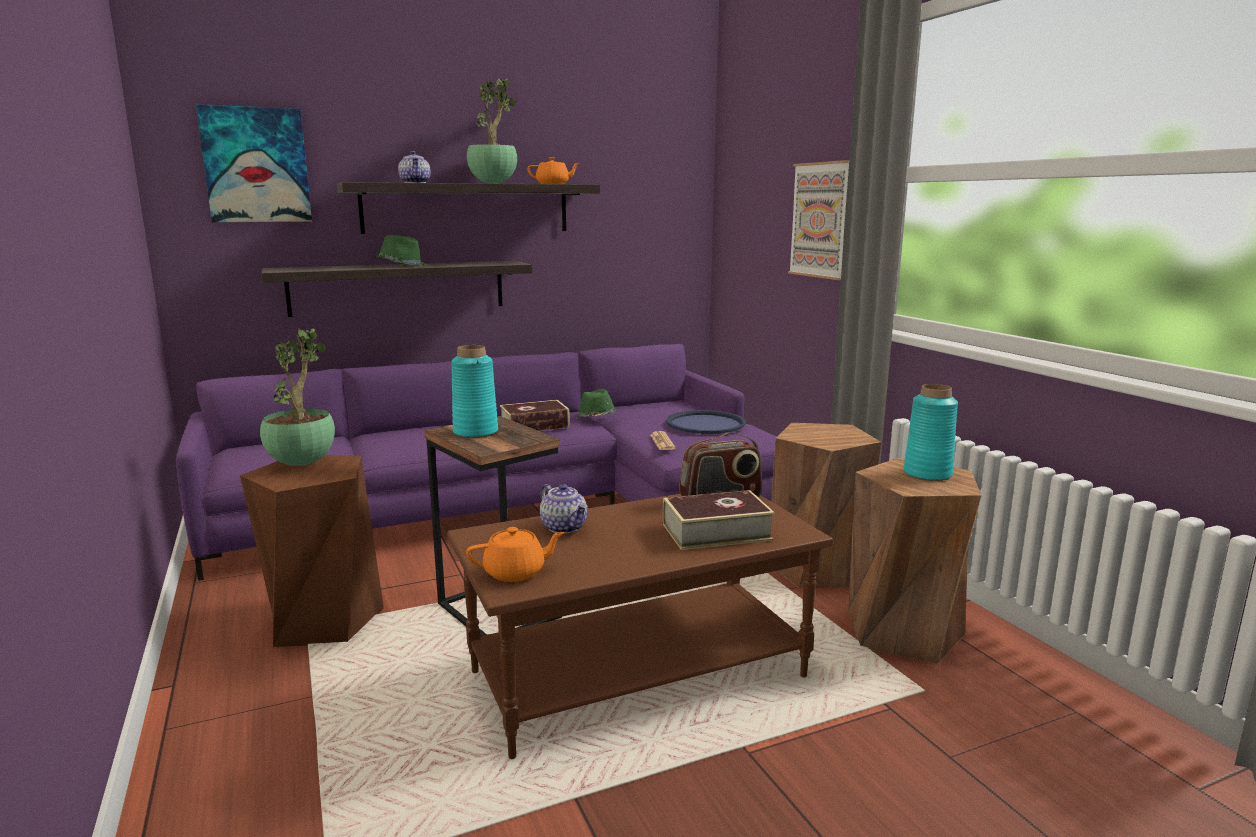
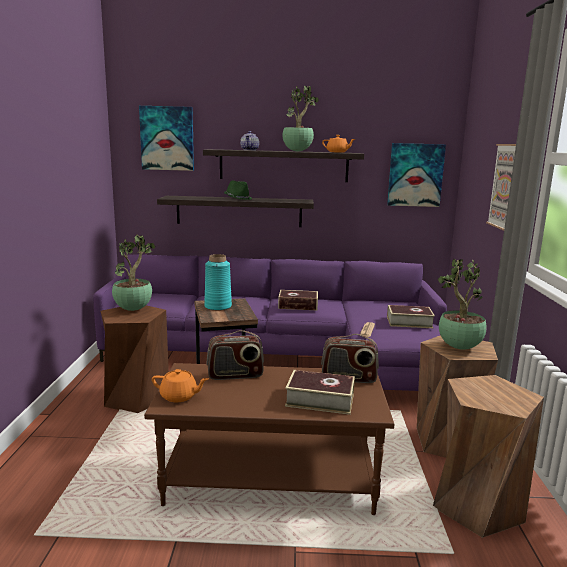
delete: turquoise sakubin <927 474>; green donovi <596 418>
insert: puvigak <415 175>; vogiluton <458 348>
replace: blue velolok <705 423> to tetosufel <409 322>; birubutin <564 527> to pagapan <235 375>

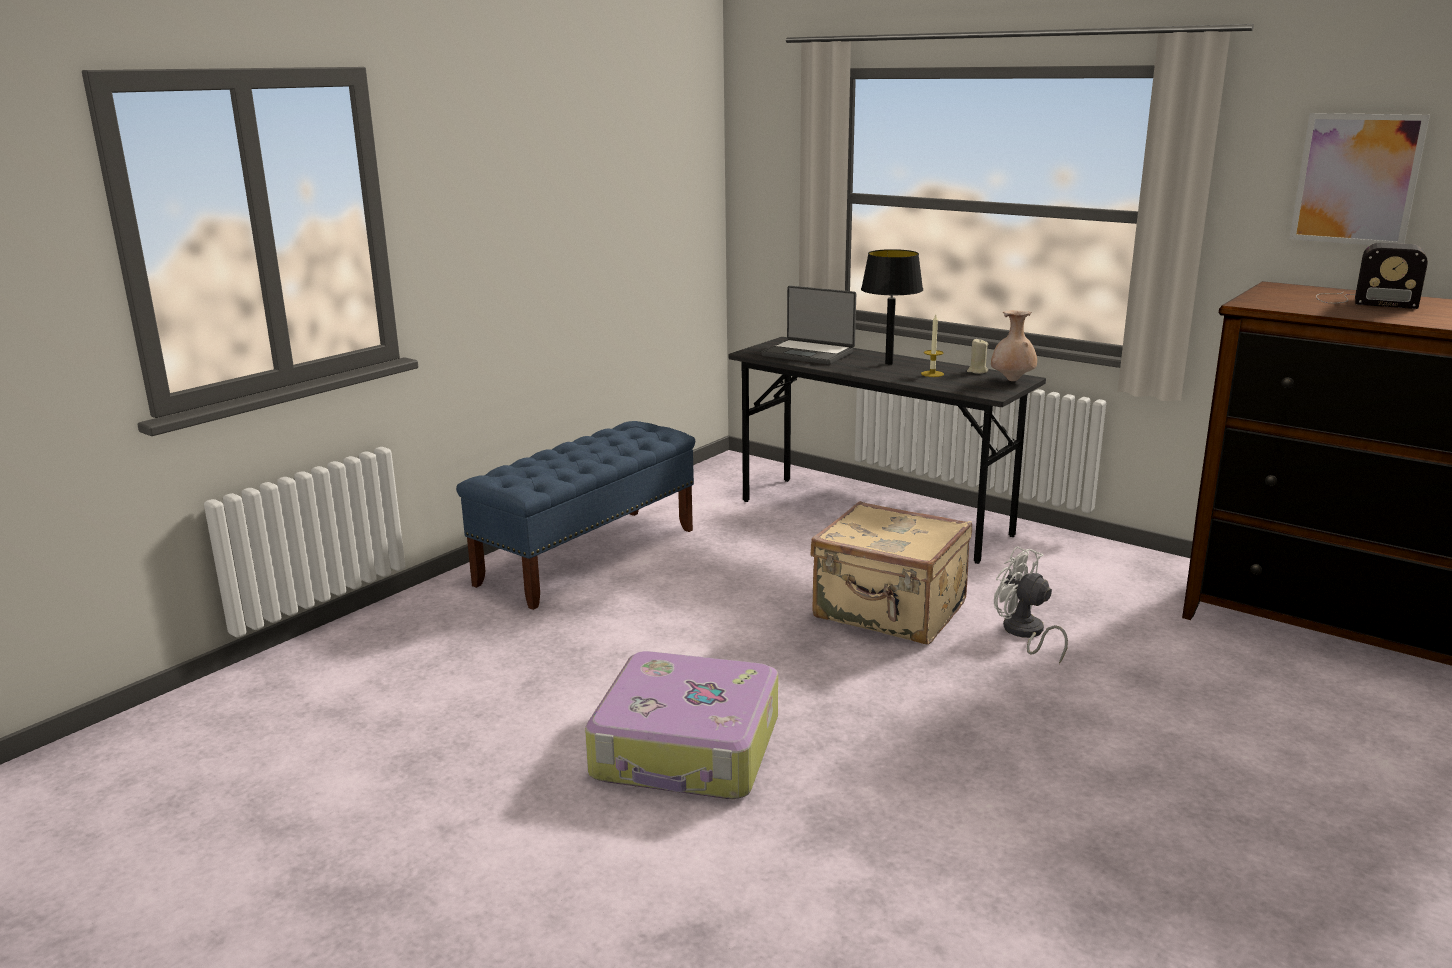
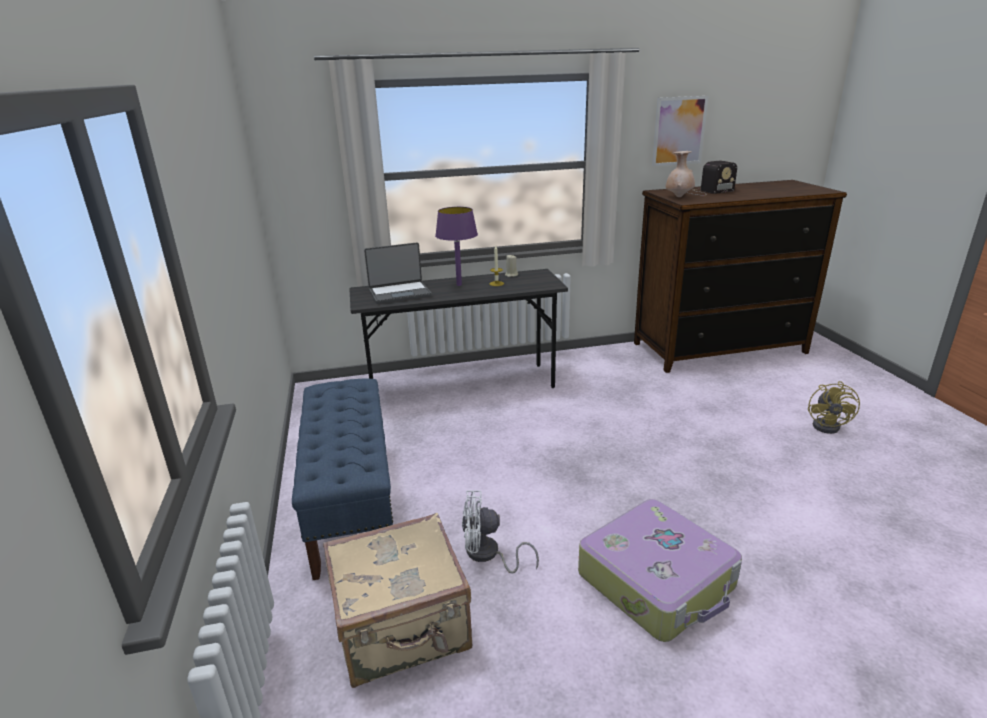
insert: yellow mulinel <829 426>
move: beige sakubin <1012 380> to <678 197>; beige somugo <889 612> to <403 629>; white mulinel <1024 633> to <488 555>
recolor: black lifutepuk <889 363> to purple lifutepuk <459 285>

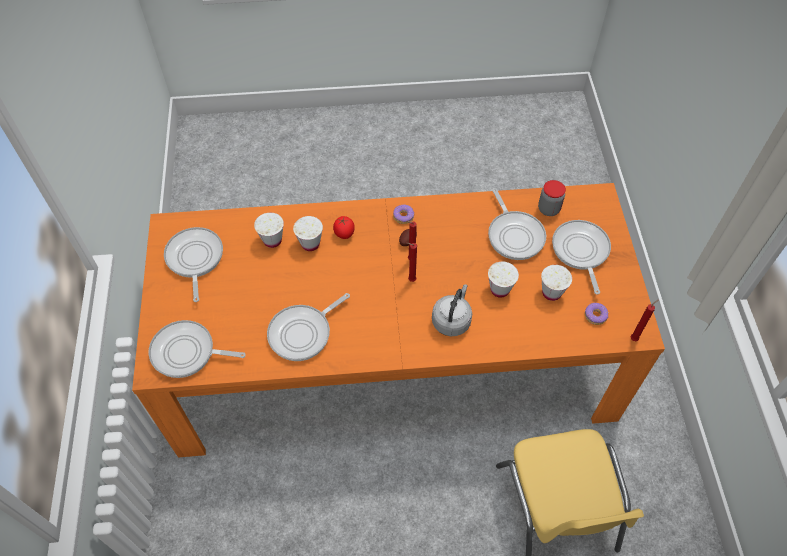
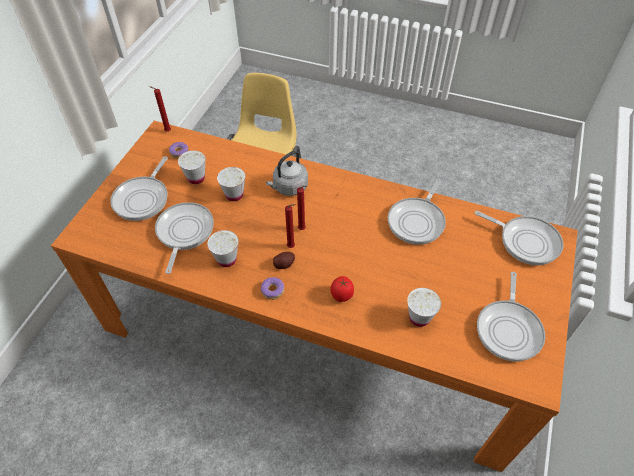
delete: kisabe <548 209>
move: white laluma <310 244> to <226 259>
rotate: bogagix <303 333> = <417 221> 135 degrees clockwise

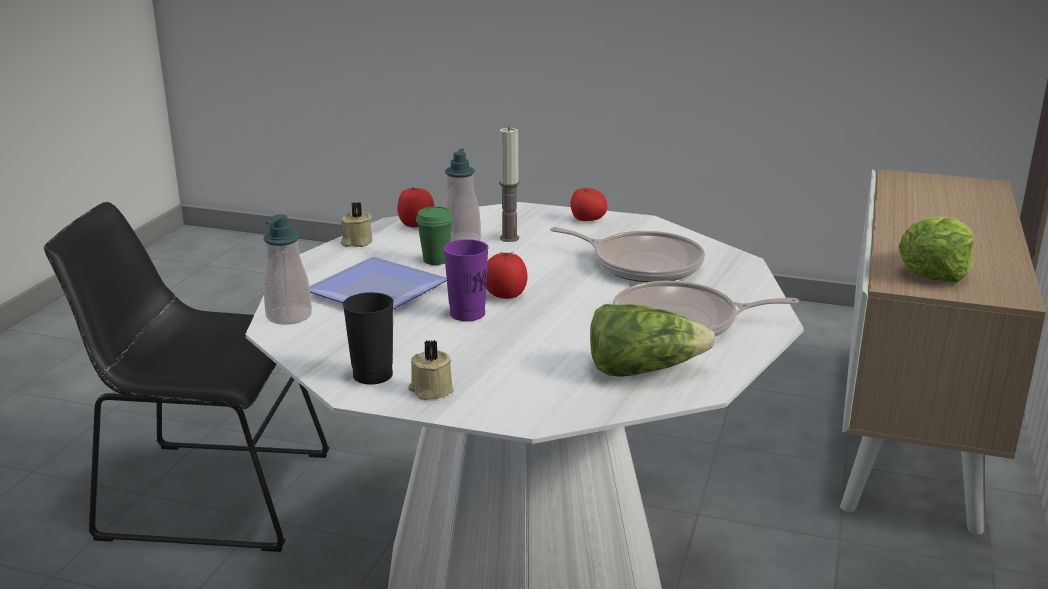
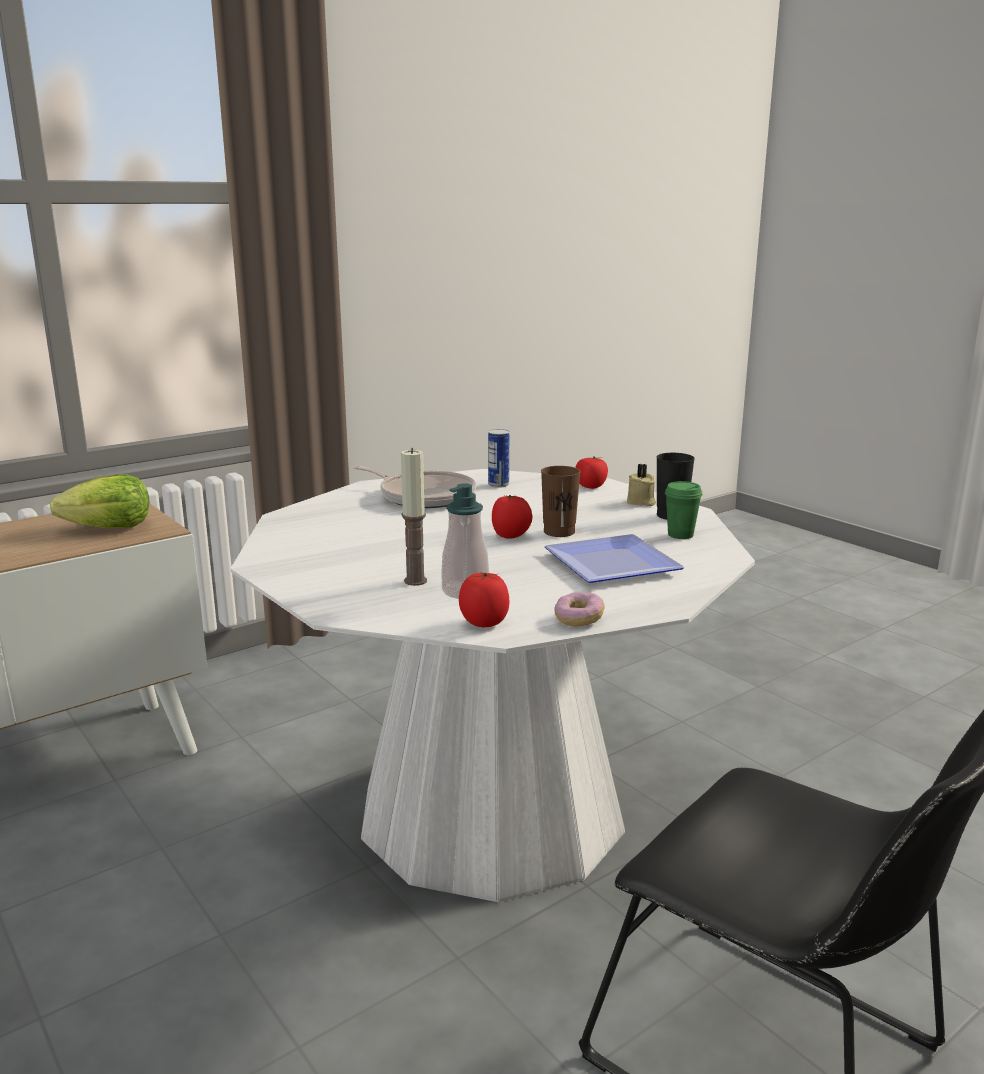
delete: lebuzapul <289 316>; bogagix <642 264>
move: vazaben <587 219> to <590 486>; green laluma <436 260> to <680 535>
replace: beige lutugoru <356 242> to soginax <579 619>; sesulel <643 370> to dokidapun <498 485>
recolor: purple laluma <467 314> to brown laluma <559 532>

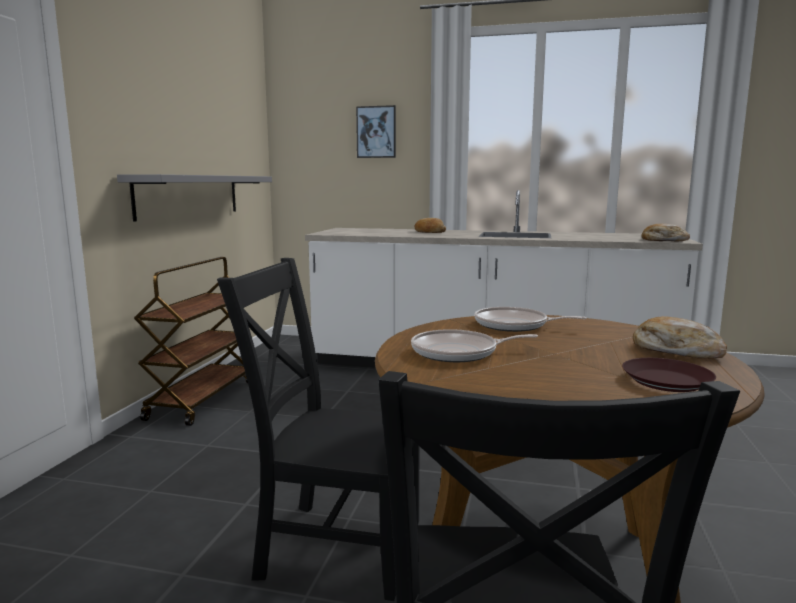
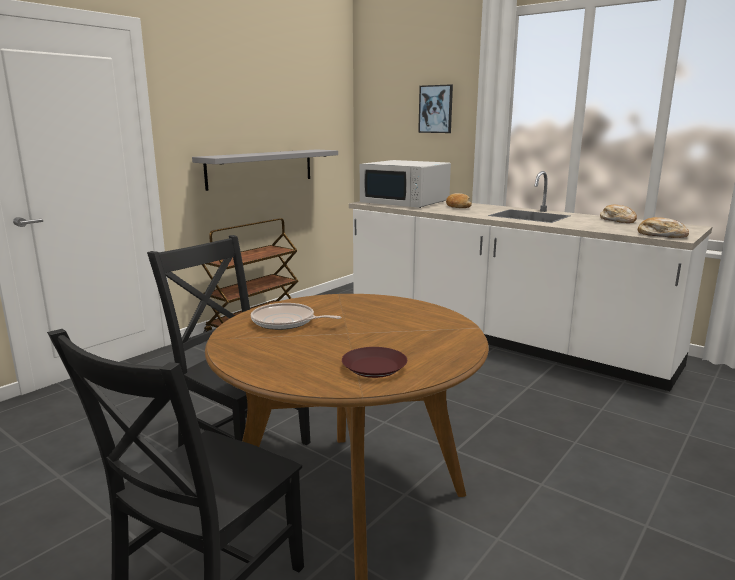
delete: bogagix <514 325>
insert: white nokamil <405 202>
move: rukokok <675 350> to <618 220>

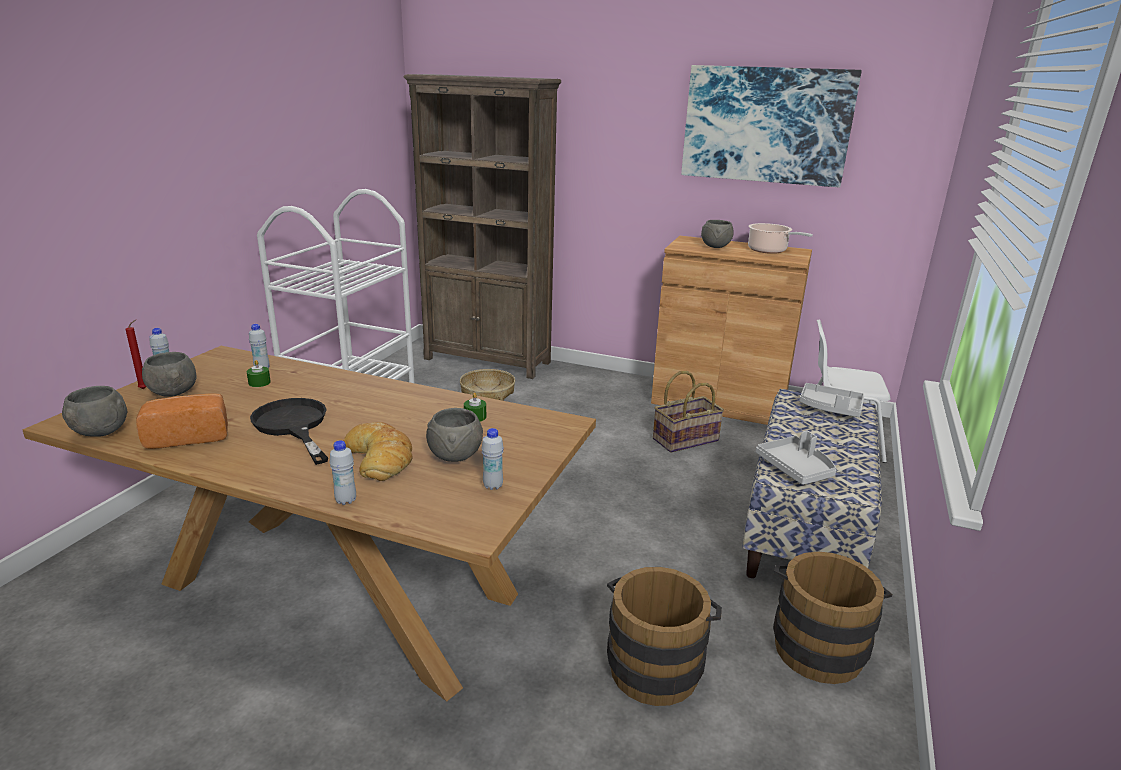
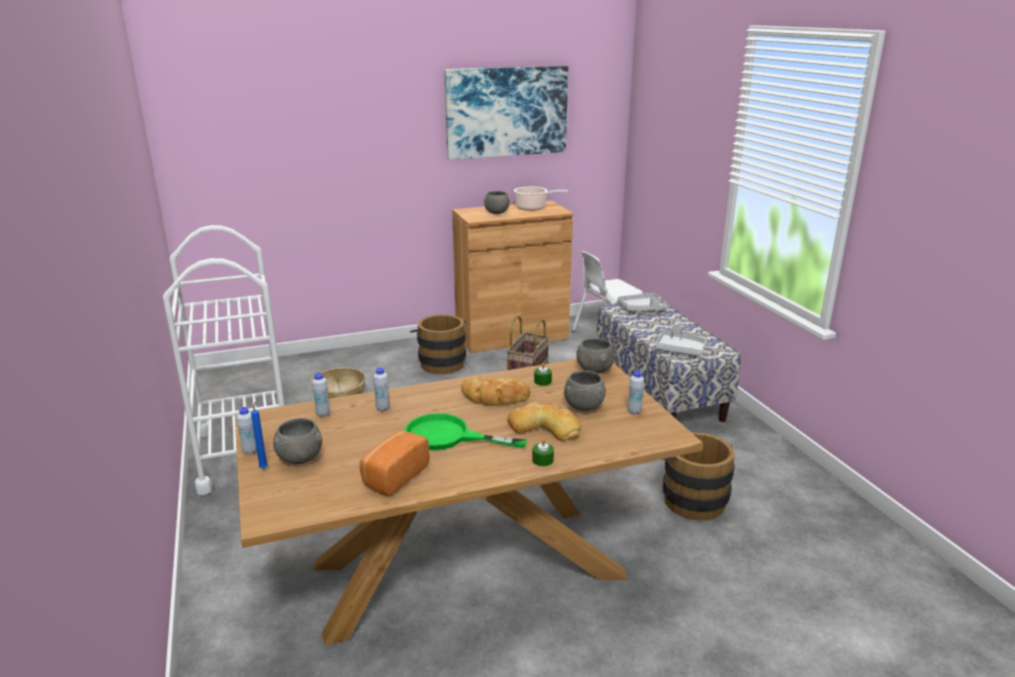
delete: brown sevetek <488 361>
insert: rukokok <494 397>
move: green lutugoru <259 383> to <542 460>; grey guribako <100 433> to <594 371>; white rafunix <346 500> to <382 408>; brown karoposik <817 644> to <440 362>
recolor: red lutugoru <145 388> to blue lutugoru <264 467>; black bogagix <293 426> to green bogagix <448 436>

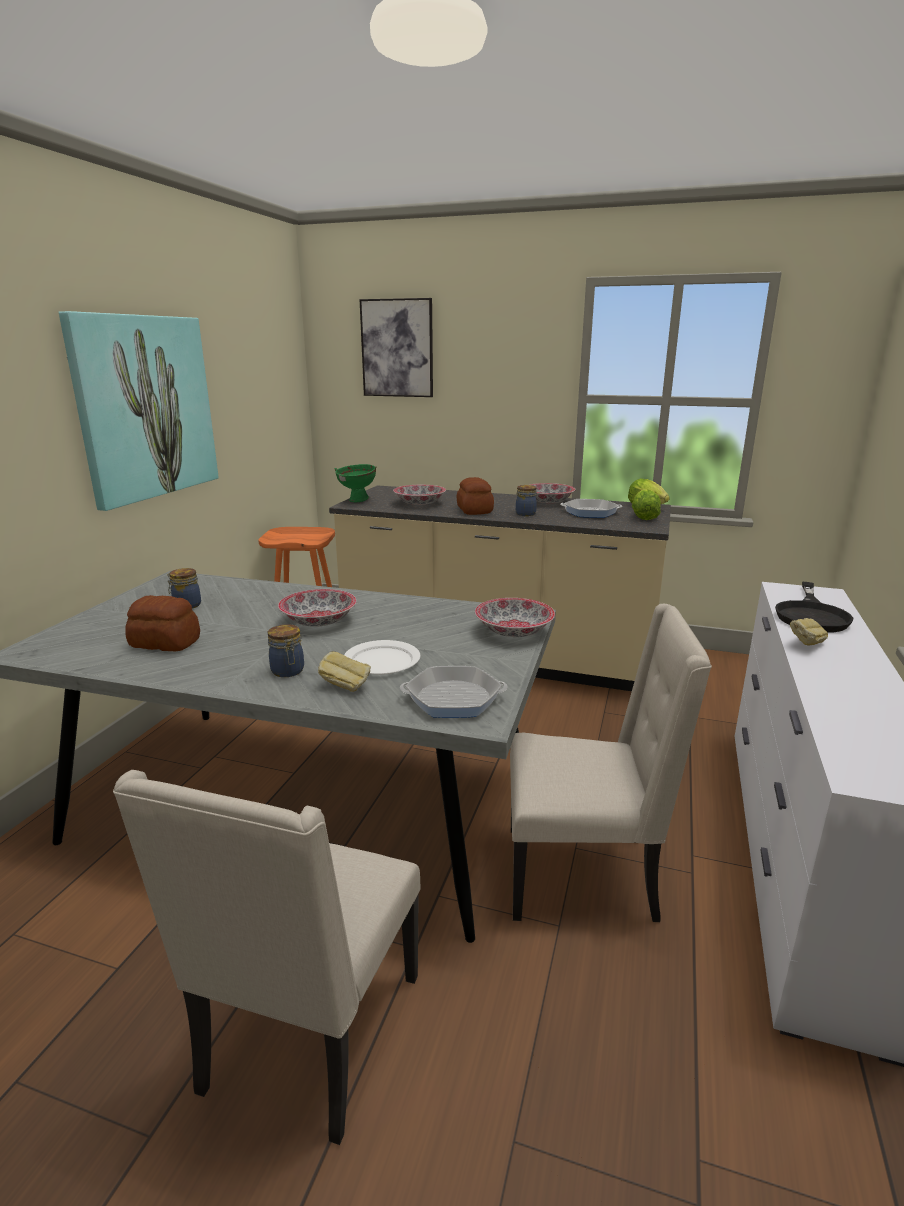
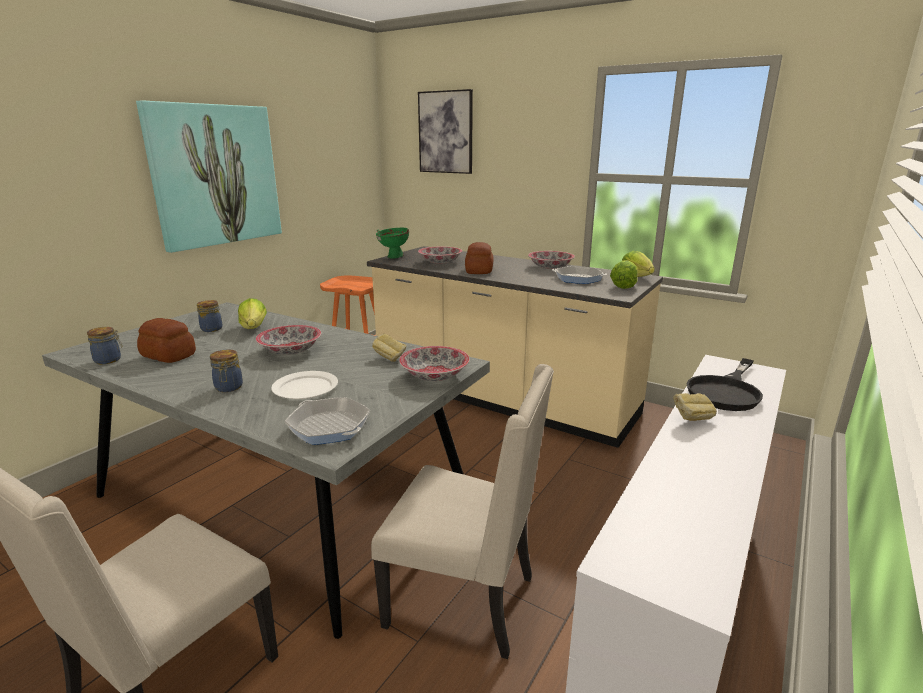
insert: sesulel <254 328>
move: kisabe <526 514> to <109 360>; rukokok <345 686> to <390 358>
rotate: bogagix <453 698> = <329 426> 150 degrees counterclockwise

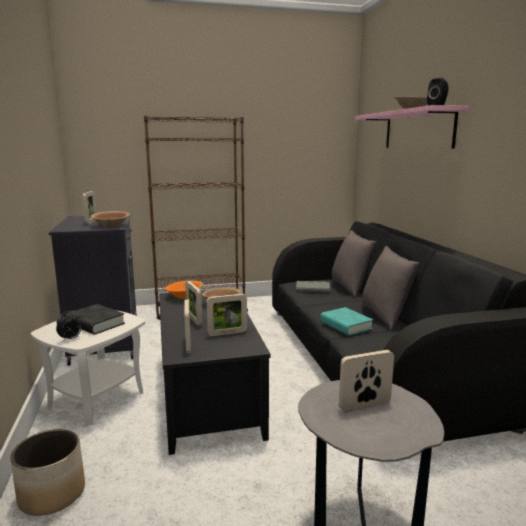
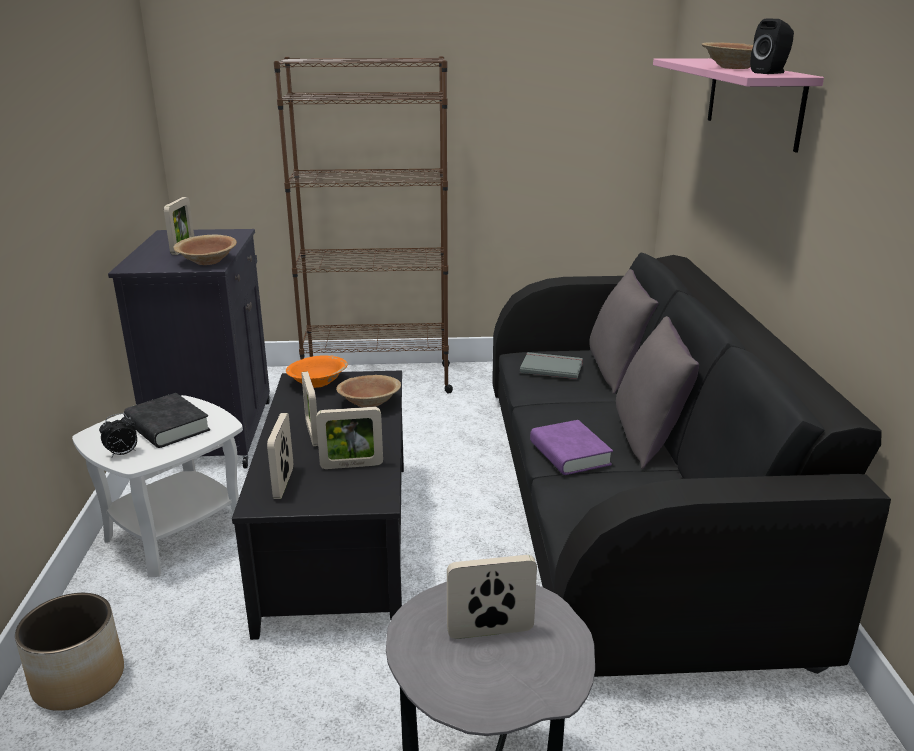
recolor: turquoise tetosufel <346 325> to purple tetosufel <569 454>

